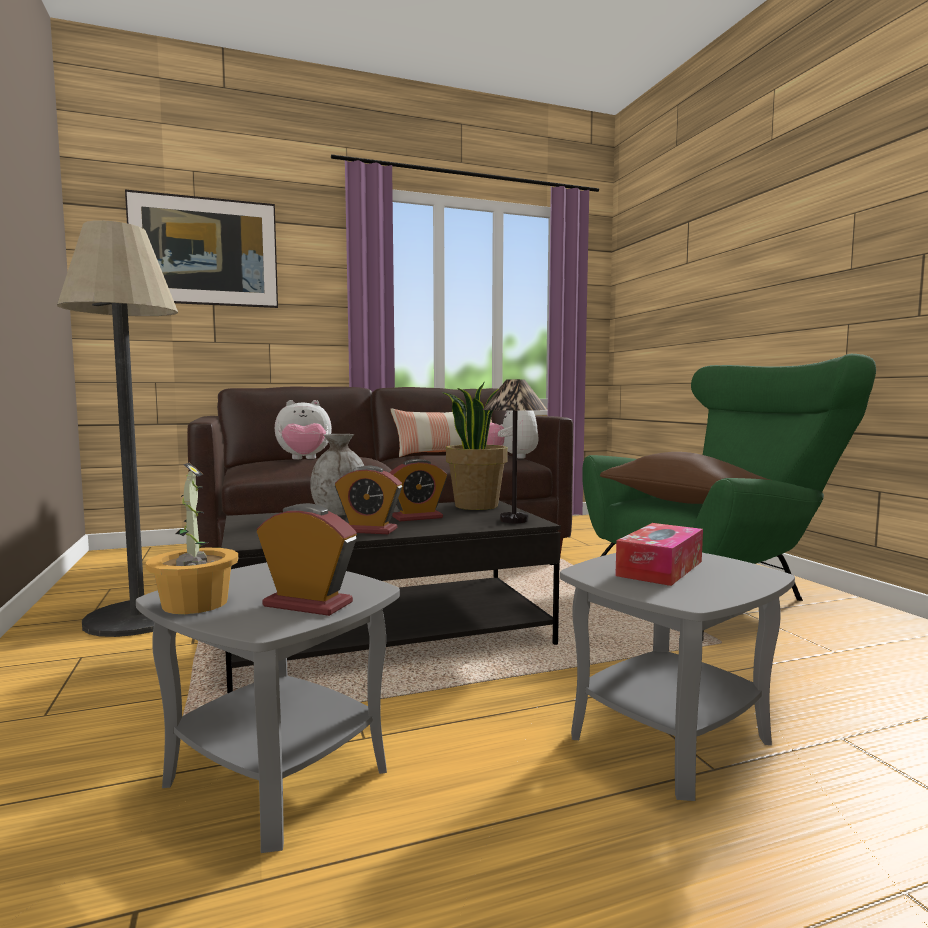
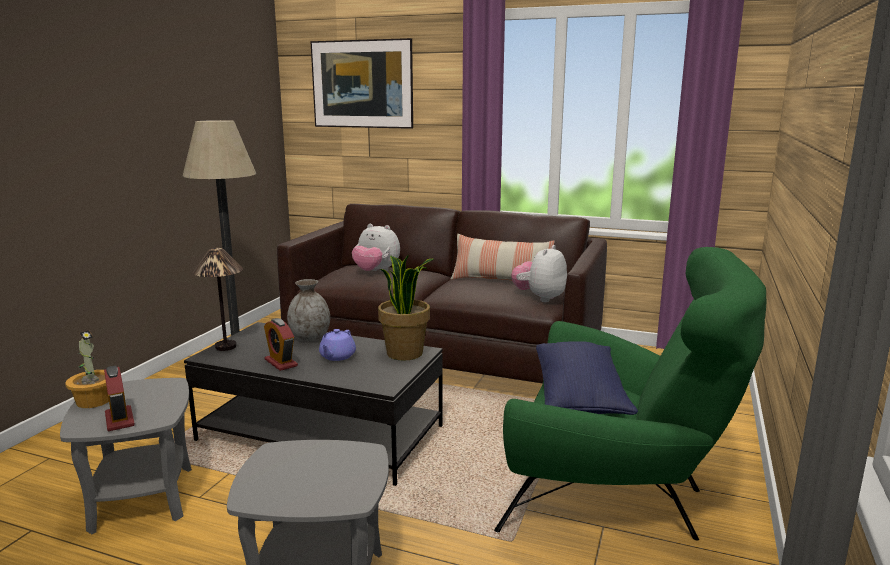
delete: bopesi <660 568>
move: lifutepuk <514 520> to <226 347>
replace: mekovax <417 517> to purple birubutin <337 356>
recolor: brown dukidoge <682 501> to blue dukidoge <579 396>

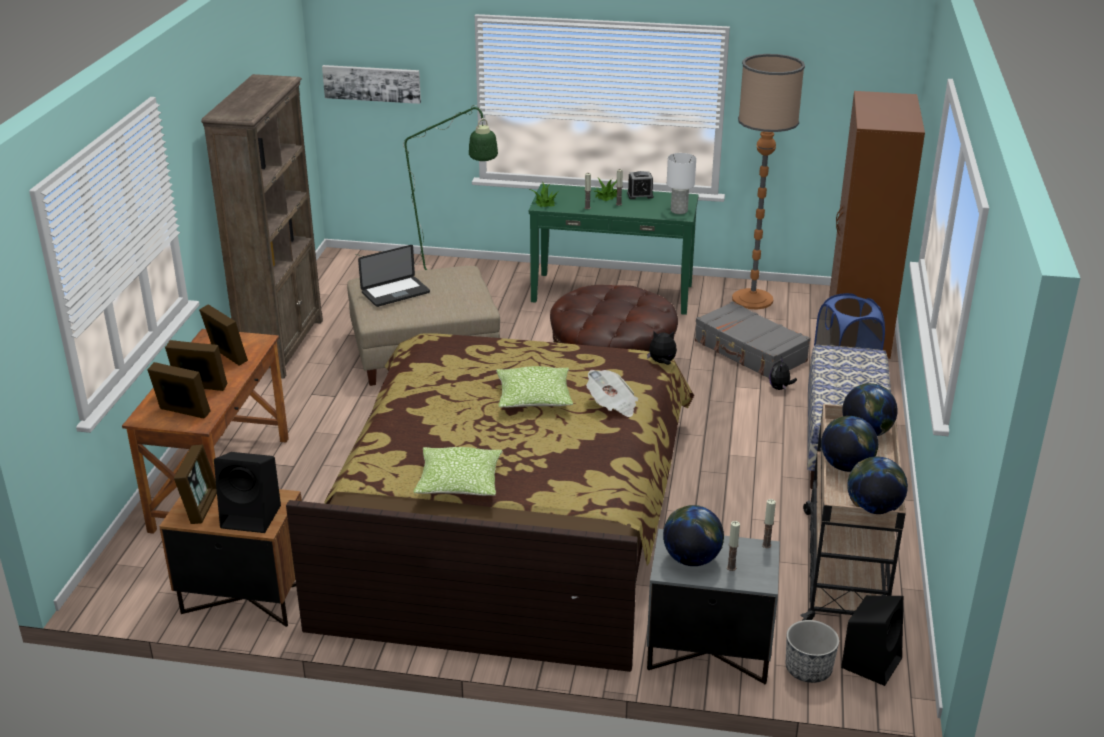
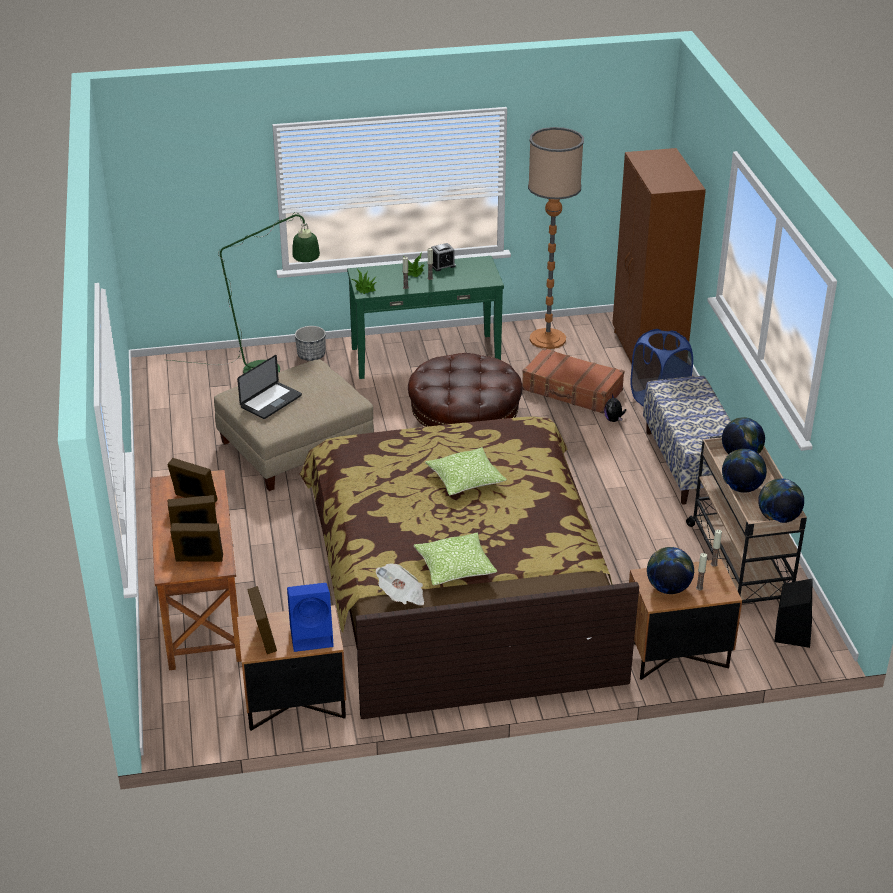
delete: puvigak <372 83>; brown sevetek <282 346>; white lifutepuk <679 211>; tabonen <662 363>
move: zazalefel <612 405> to <401 595>; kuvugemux <808 670> to <311 355>
recolor: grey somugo <749 352> to brown somugo <572 390>; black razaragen <252 516> to blue razaragen <313 635>; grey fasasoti <707 653> to brown fasasoti <676 655>

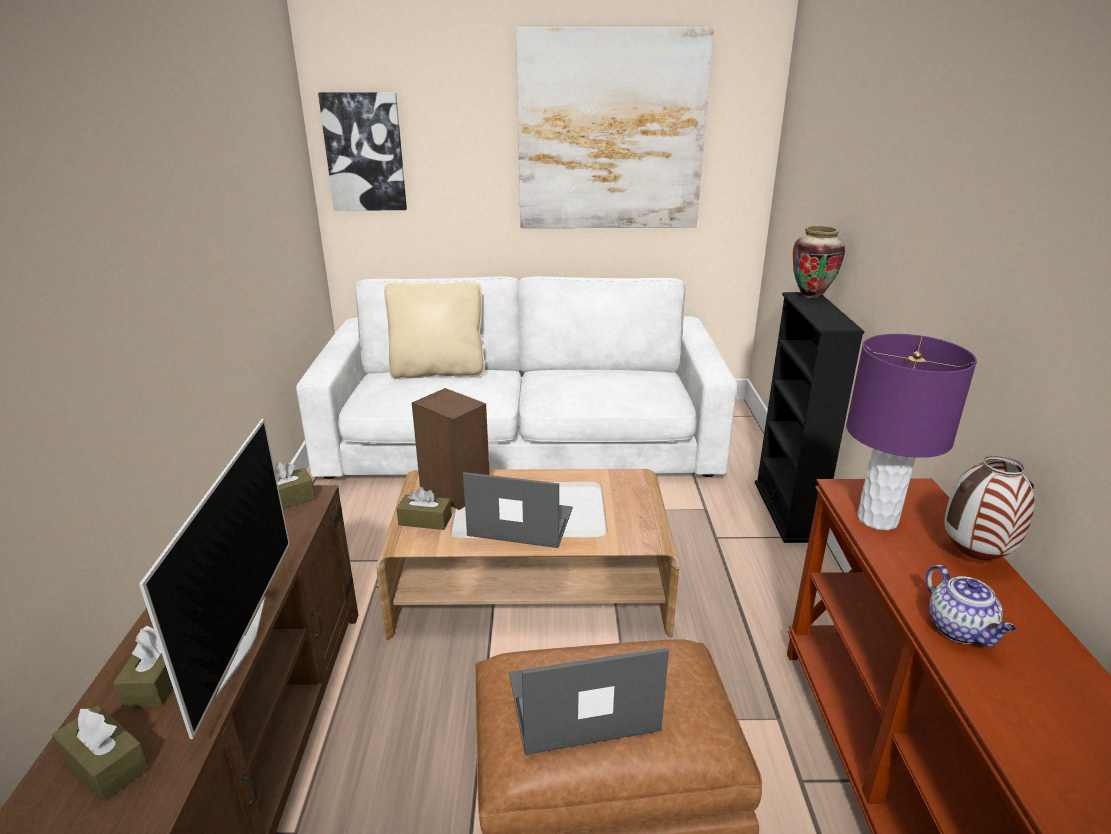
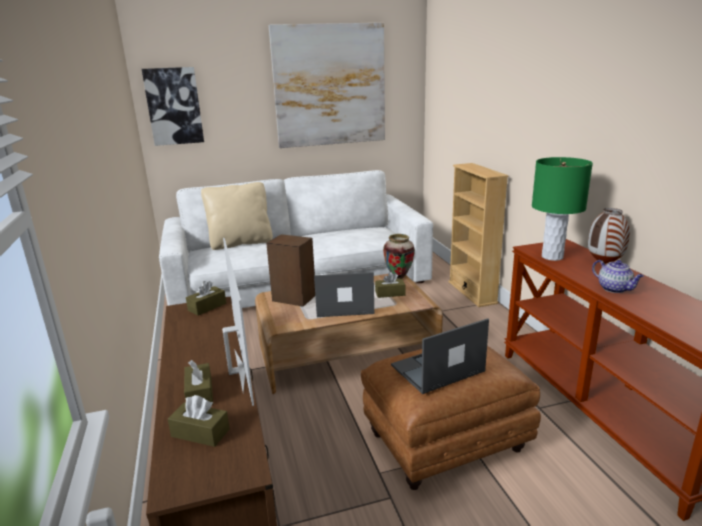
move: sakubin <811 296> to <398 277>; brown bopesi <425 520> to <390 293>
recolor: black sevetek <786 511> to beige sevetek <472 292>; purple lifutepuk <876 519> to green lifutepuk <552 257>

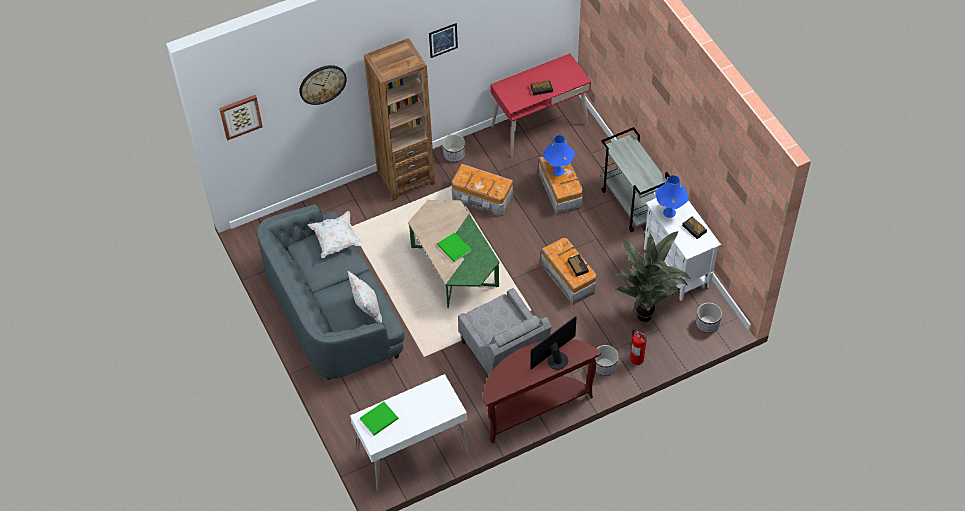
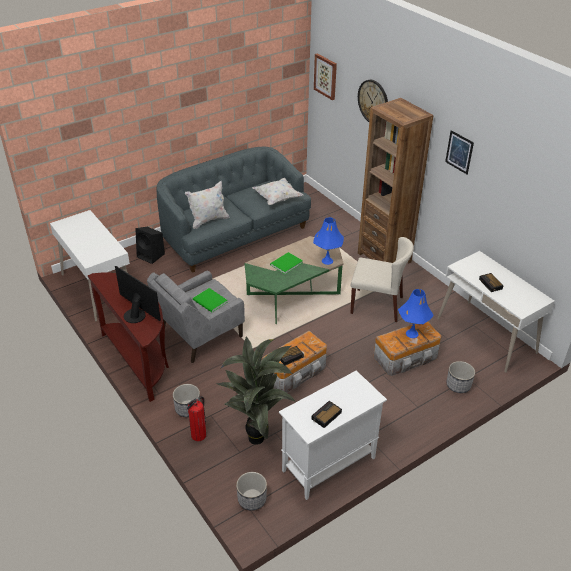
delete: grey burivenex <633 205>
insert: black razaragen <151 255>
move: kuvugemux <454 155> to <458 385>; blue lifutepuk <669 212> to <327 261>; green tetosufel <380 419> to <210 302>
replace: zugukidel <482 199> to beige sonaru <377 305>
recolor: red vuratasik <539 126> to white vuratasik <486 336>

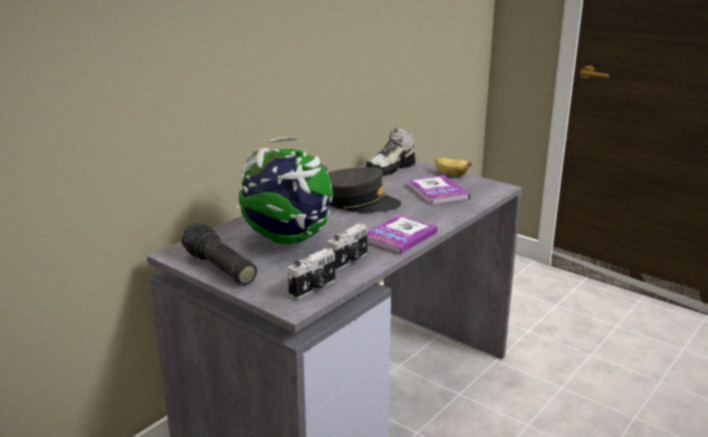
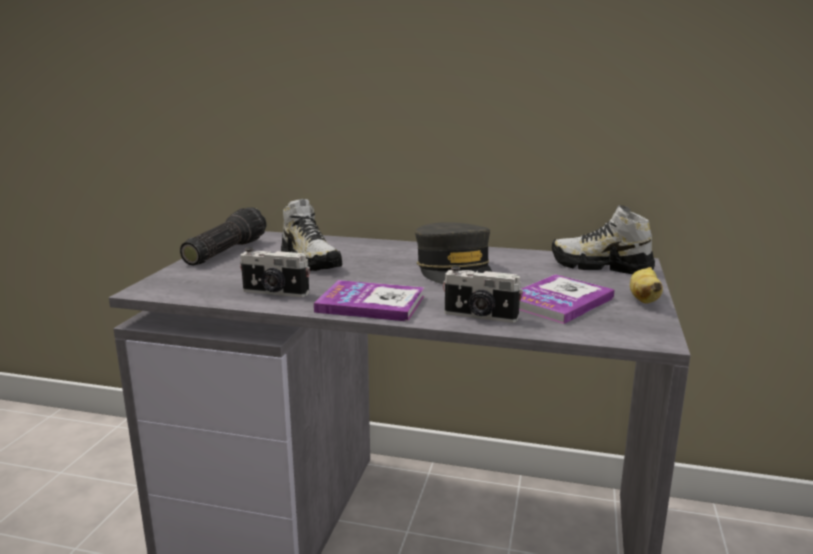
move: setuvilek <314 288> to <480 316>
replace: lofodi <288 240> to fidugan <310 261>

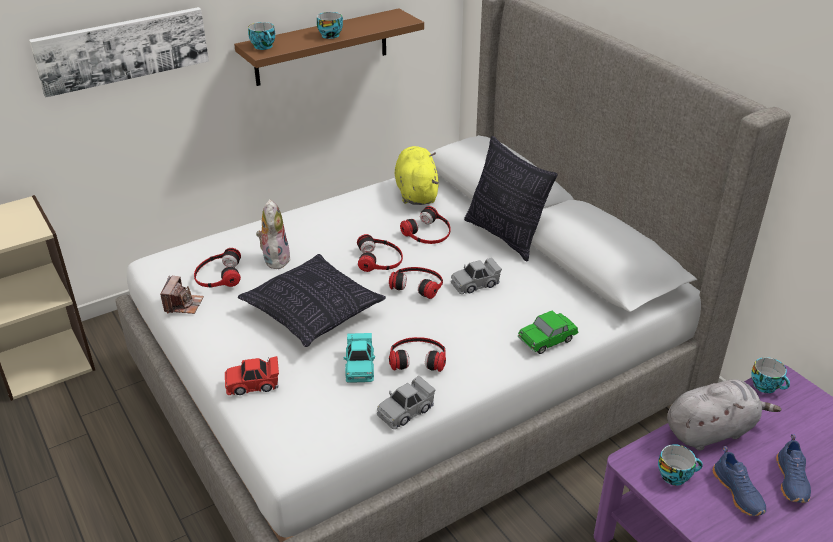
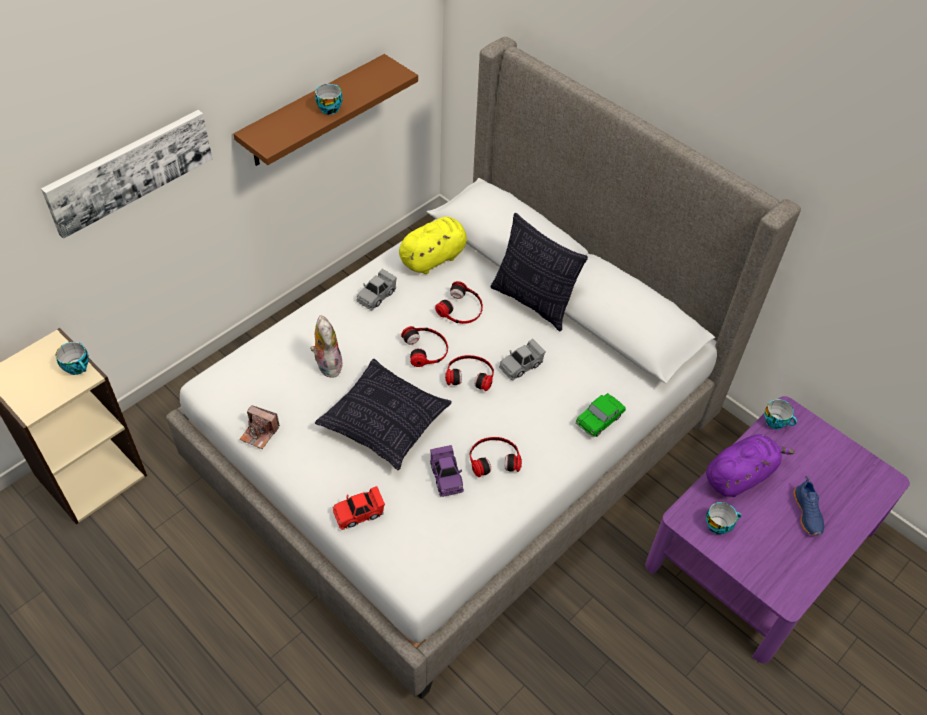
delete: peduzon <218 275>; blue fidugan <739 492>
move: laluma <264 47> to <78 367>; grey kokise <405 411> to <376 295>
recolor: turquoise kokise <360 366> to purple kokise <446 476>; grey tabonen <711 431> to purple tabonen <740 475>
rotate: yellow tabonen <416 192> = <435 257> 75 degrees clockwise; setuvilek <183 304> = <259 433> 120 degrees clockwise

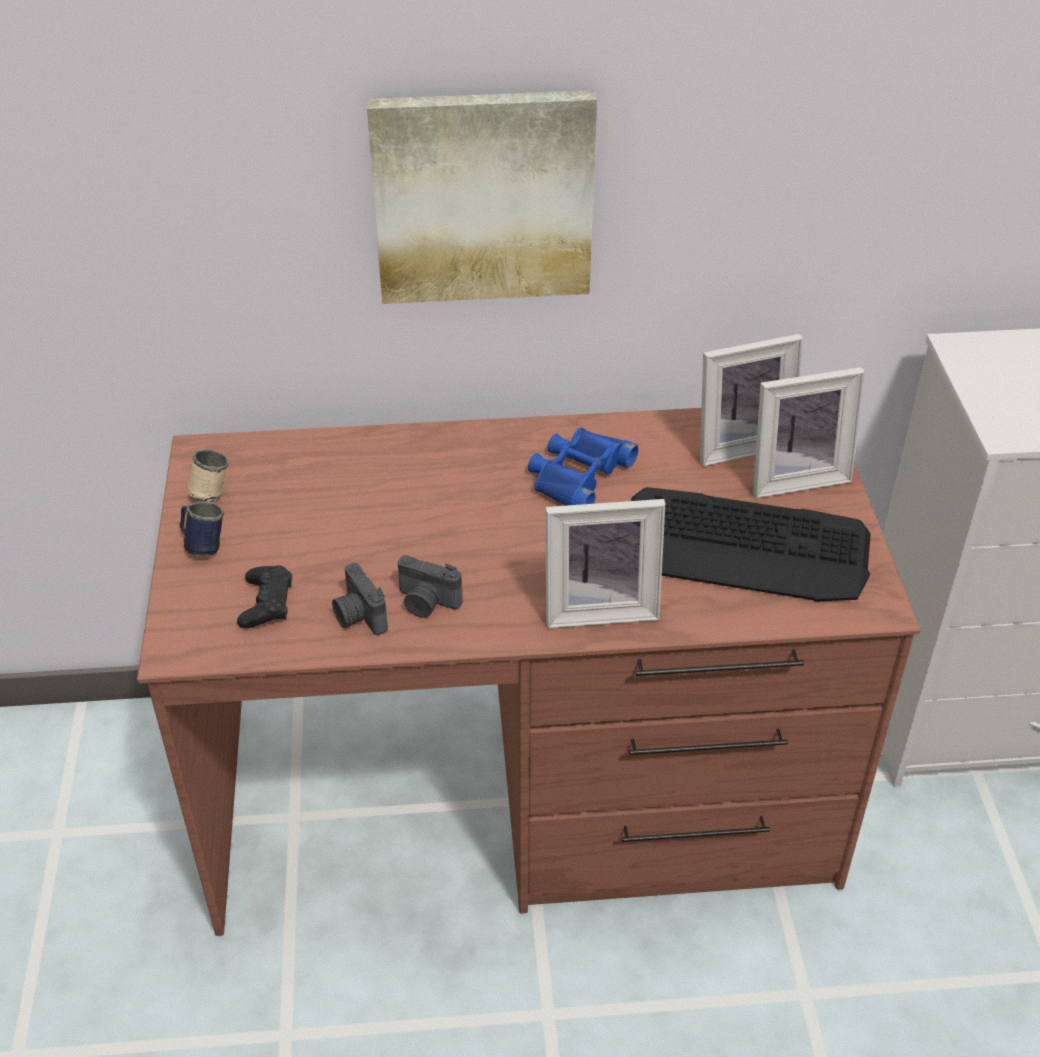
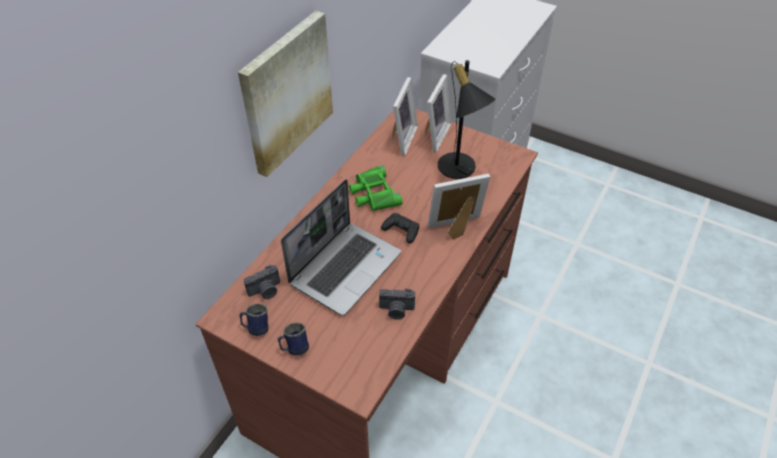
insert: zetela <345 267>
move: setuvilek <426 603> to <265 290>; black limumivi <266 603> to <401 230>
replace: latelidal <745 548> to black lifutepuk <460 170>
recolor: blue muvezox <577 475> to green muvezox <373 194>; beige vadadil <208 491> to blue vadadil <256 328>
rotate: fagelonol <599 606> = <457 228> 135 degrees counterclockwise

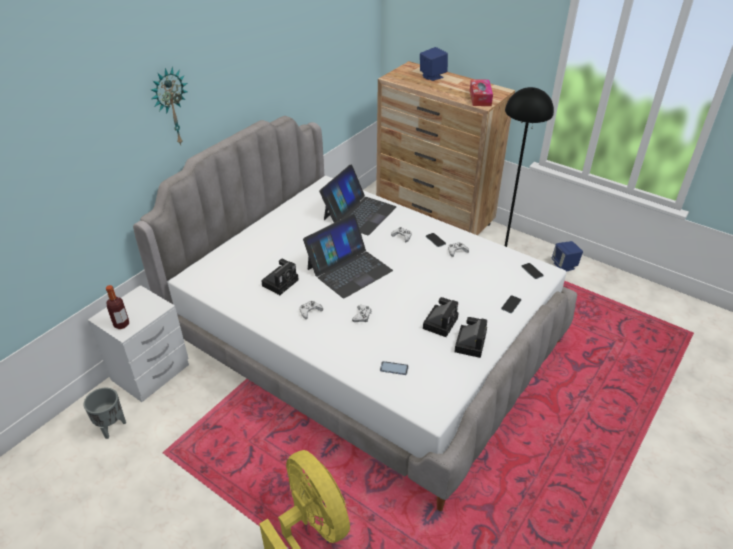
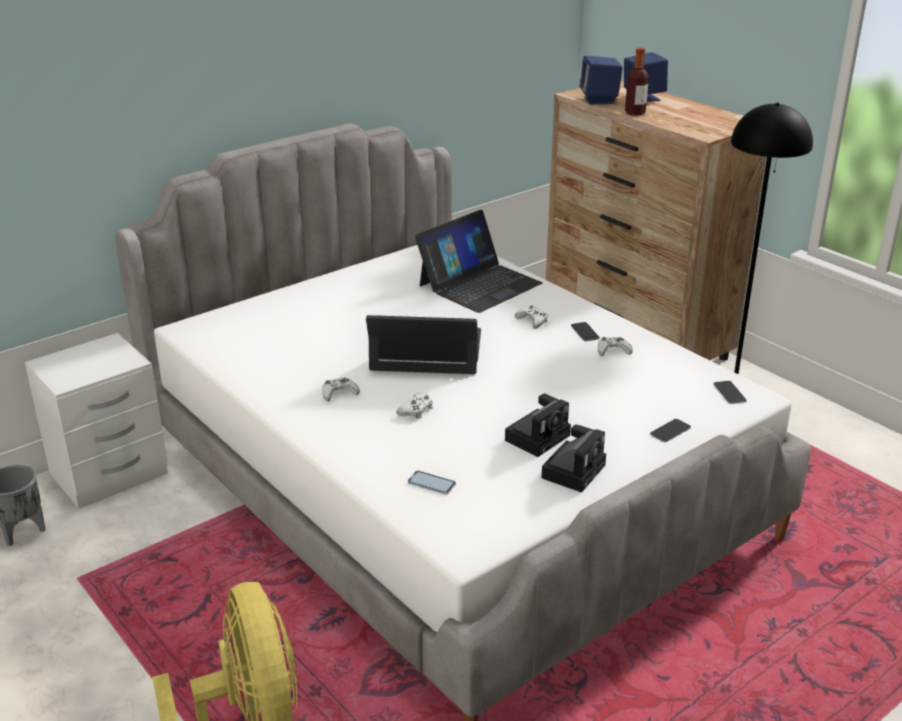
delete: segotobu <170 107>; bopesi <480 98>; setuvilek <281 282>
move: blue razaragen <564 266> to <599 100>; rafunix <121 324> to <635 113>
rotate: zetela <349 269> = <426 350> 150 degrees counterclockwise

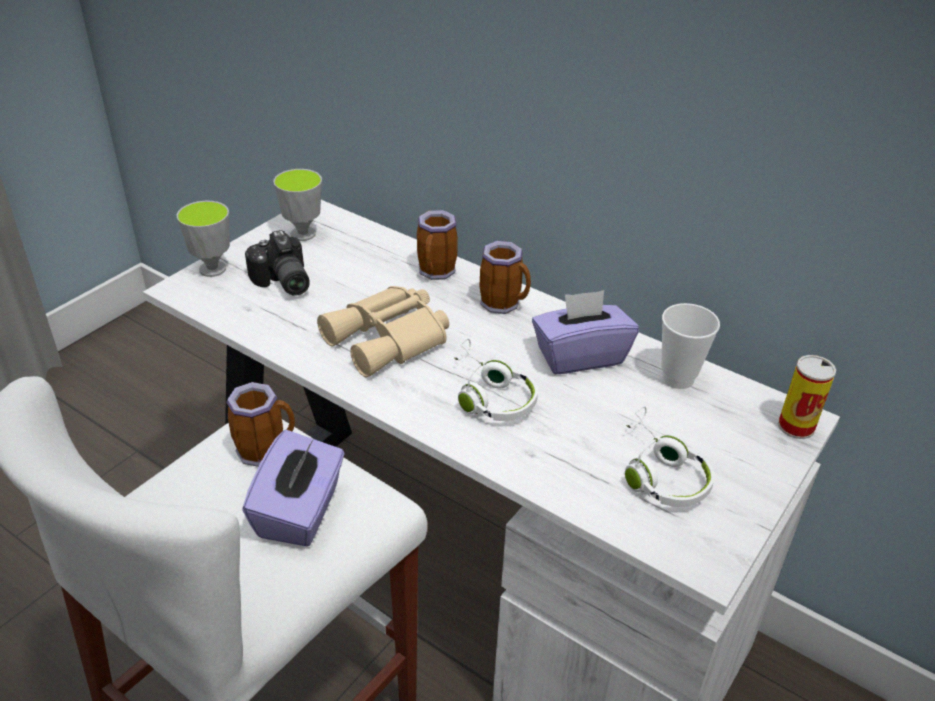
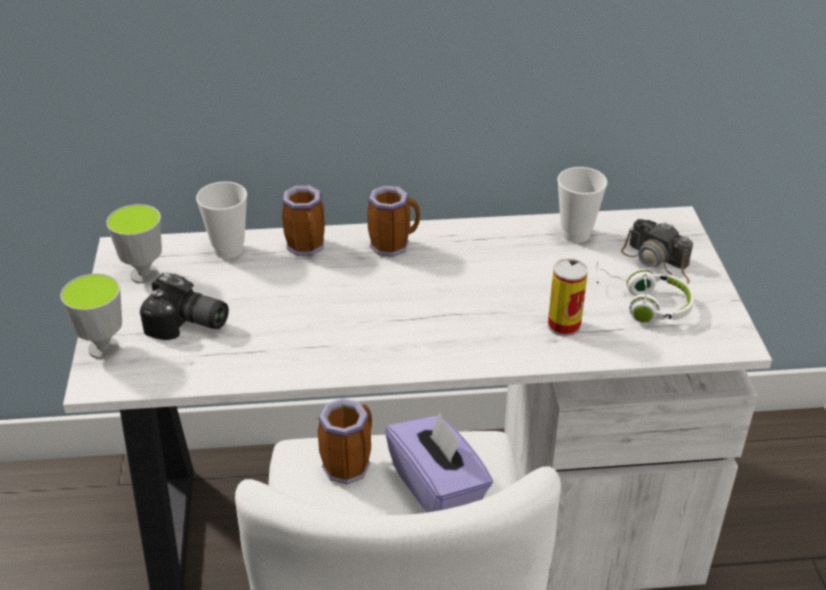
delete: beige muvezox <390 339>; purple bopesi <579 356>; white peduzon <489 395>
insert: laluma <228 250>; setuvilek <658 262>
move: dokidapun <796 426> to <564 325>

